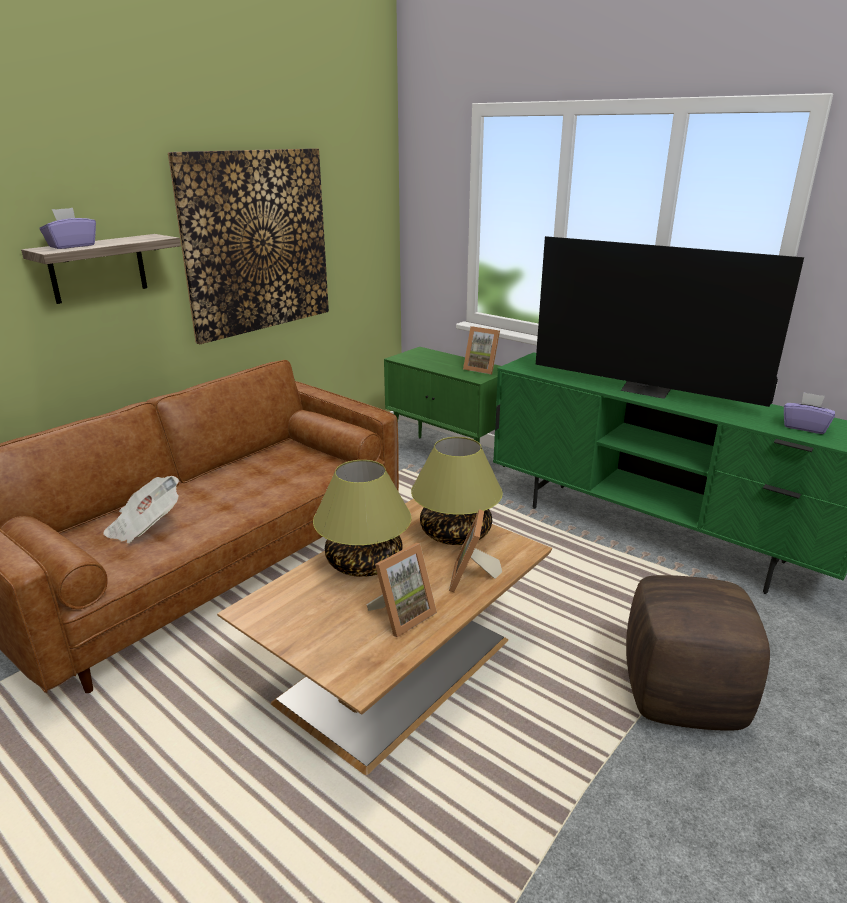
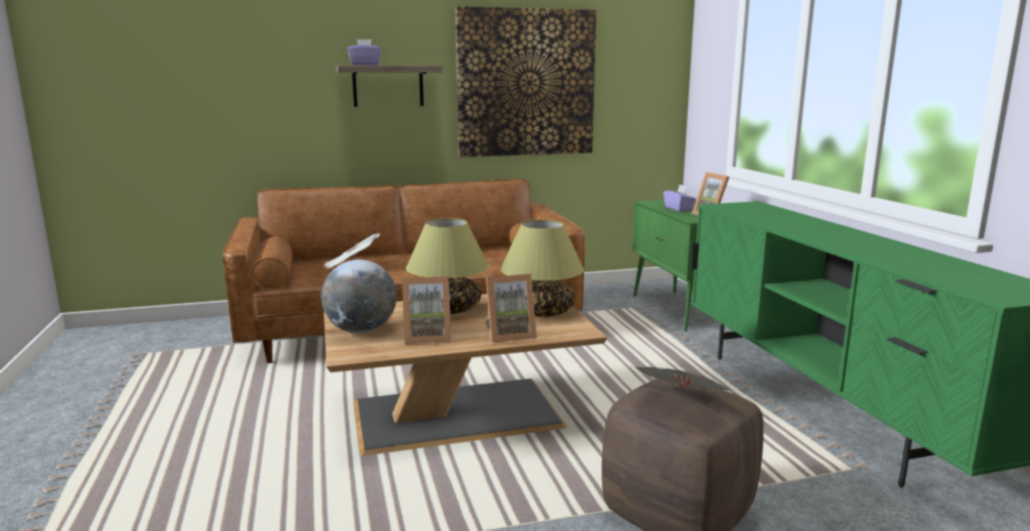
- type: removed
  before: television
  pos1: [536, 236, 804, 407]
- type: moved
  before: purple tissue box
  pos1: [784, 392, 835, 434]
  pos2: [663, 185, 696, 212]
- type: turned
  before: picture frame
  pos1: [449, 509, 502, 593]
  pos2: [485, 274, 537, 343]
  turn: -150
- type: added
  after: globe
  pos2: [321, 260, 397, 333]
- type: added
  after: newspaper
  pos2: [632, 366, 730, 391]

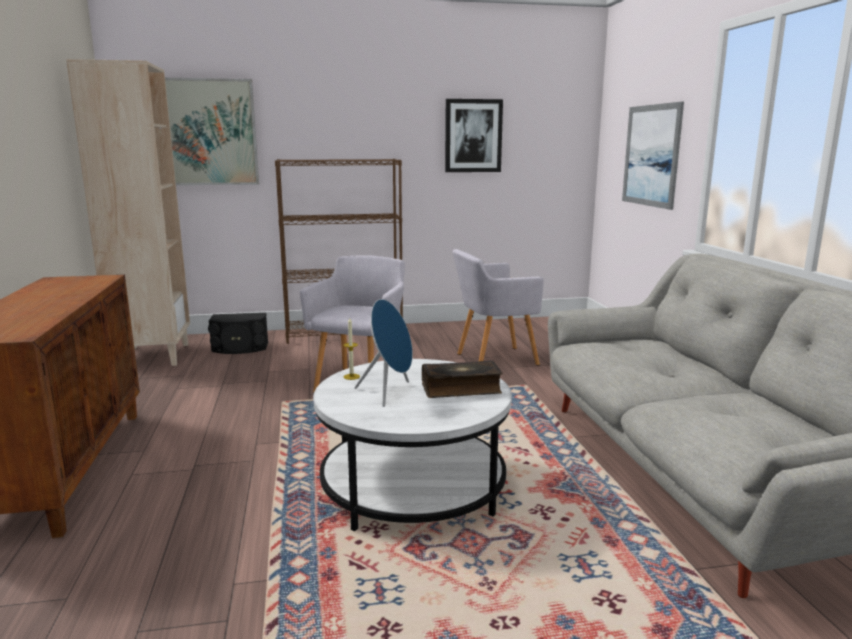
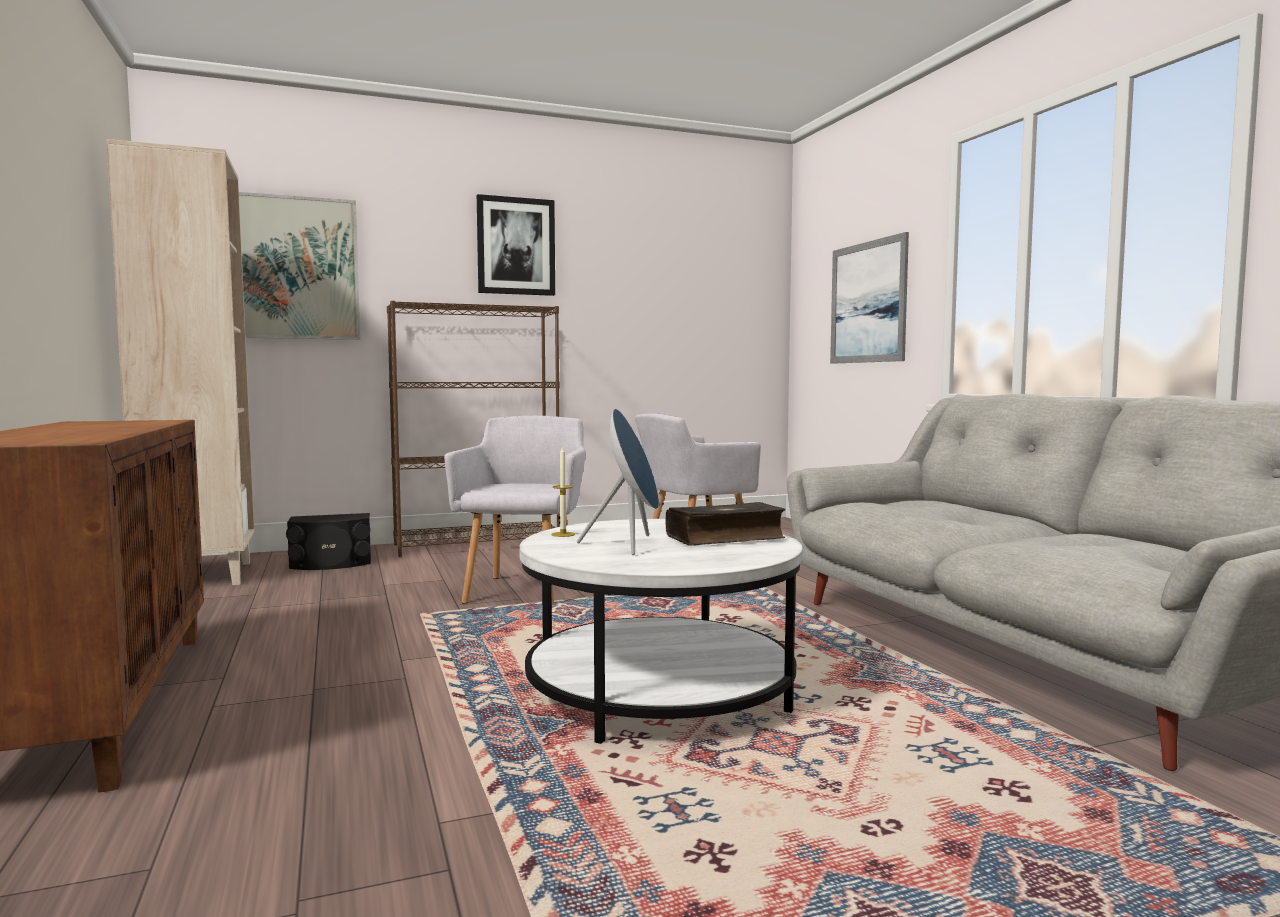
- type: moved
  before: picture
  pos1: [445, 99, 503, 172]
  pos2: [477, 194, 555, 296]

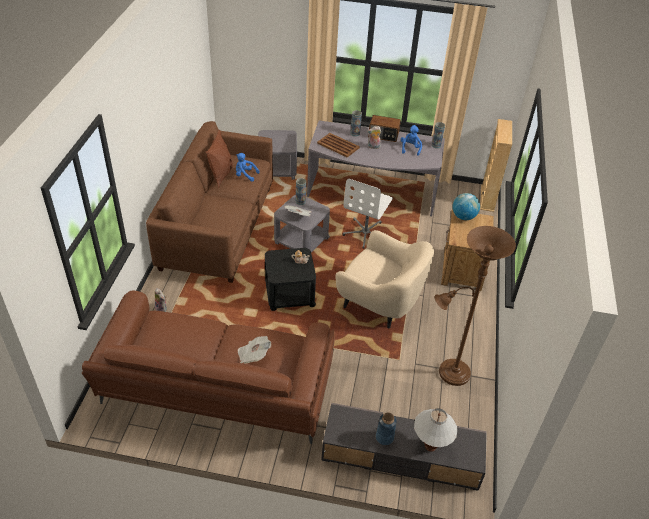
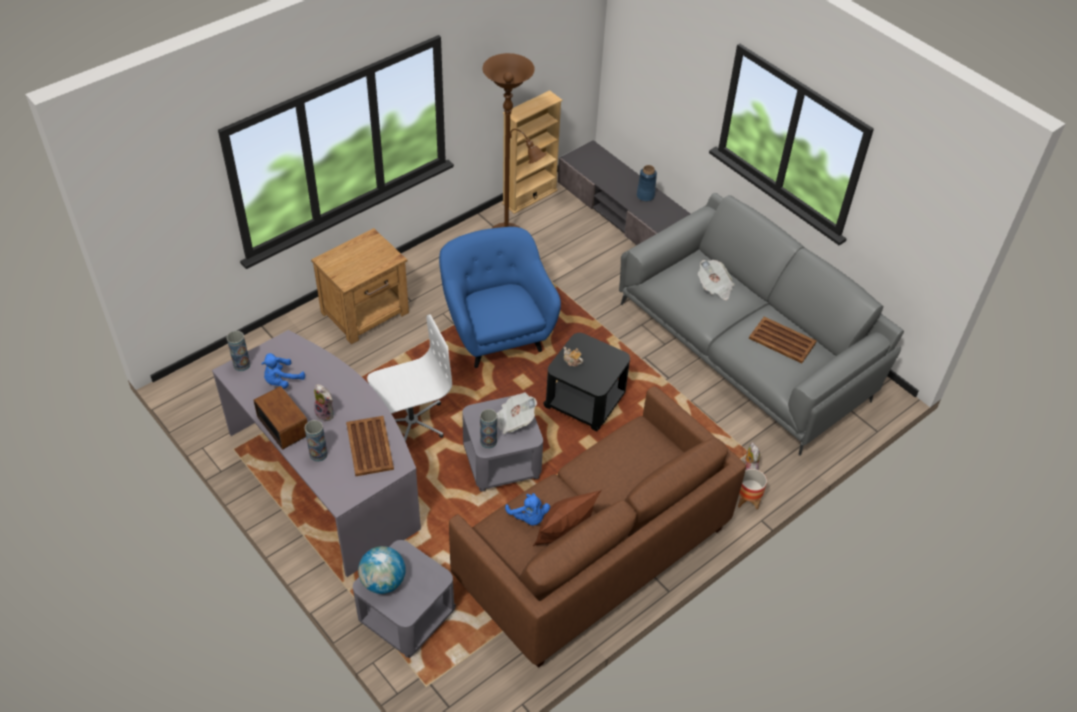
- type: moved
  before: beige bookcase
  pos1: [480, 119, 512, 212]
  pos2: [502, 90, 563, 214]
- type: moved
  before: globe
  pos1: [452, 193, 480, 220]
  pos2: [358, 546, 406, 594]
- type: recoloured
  before: beige armchair
  after: blue armchair
  pos1: [336, 230, 434, 329]
  pos2: [439, 227, 561, 368]
- type: recoloured
  before: brown sofa
  after: grey sofa
  pos1: [82, 291, 335, 444]
  pos2: [619, 193, 904, 456]
- type: removed
  before: white table lamp
  pos1: [414, 408, 457, 452]
- type: added
  after: brown tray
  pos2: [749, 317, 816, 363]
- type: added
  after: planter
  pos2: [738, 469, 767, 509]

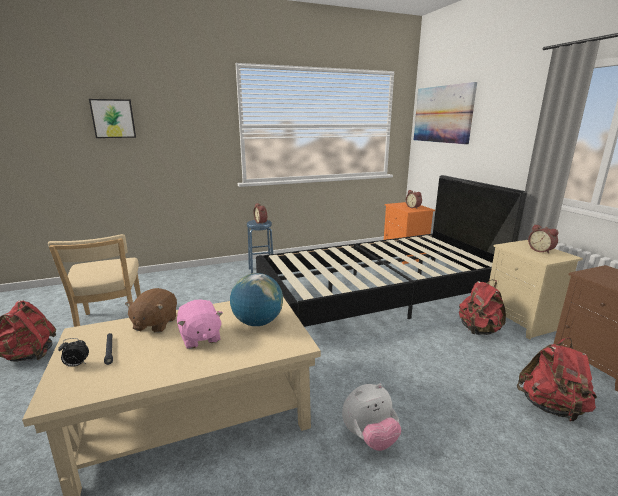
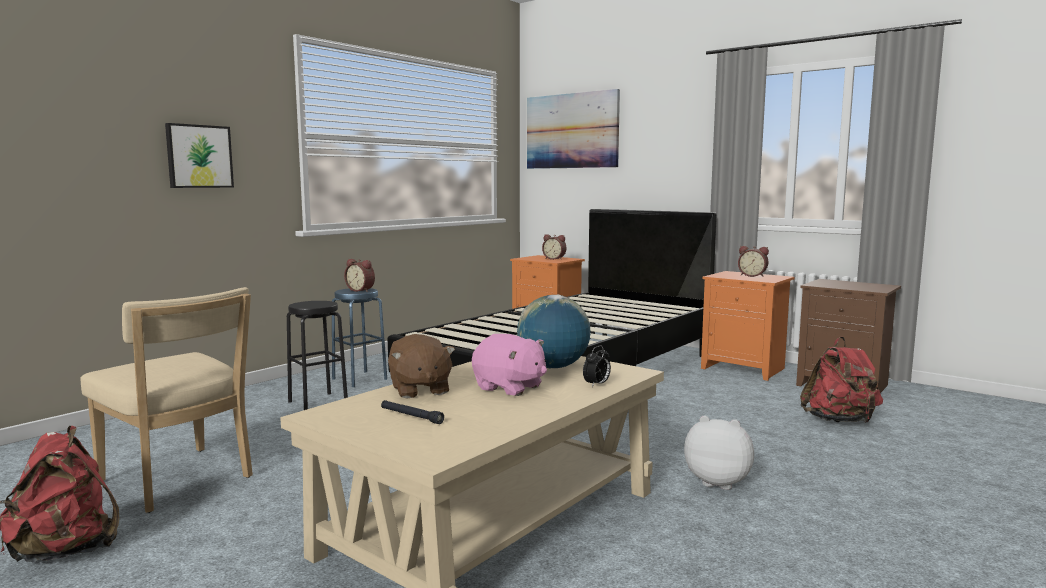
- type: moved
  before: picture
  pos1: [89, 99, 136, 138]
  pos2: [165, 123, 234, 188]
- type: recoloured
  before: beige nightstand
  after: orange nightstand
  pos1: [489, 240, 583, 340]
  pos2: [701, 271, 795, 381]
- type: removed
  before: red backpack
  pos1: [459, 280, 506, 335]
- type: moved
  before: alarm clock
  pos1: [58, 338, 89, 367]
  pos2: [583, 346, 611, 387]
- type: turned
  before: plush toy
  pos1: [342, 383, 401, 451]
  pos2: [684, 416, 754, 490]
  turn: -105
- type: added
  after: black stool
  pos2: [287, 301, 348, 410]

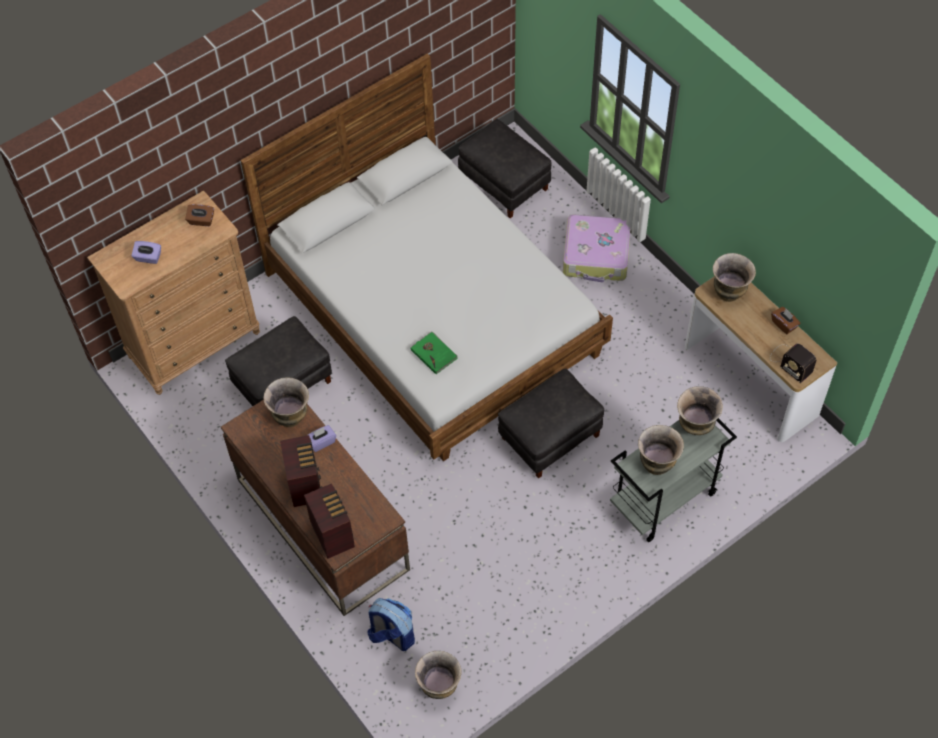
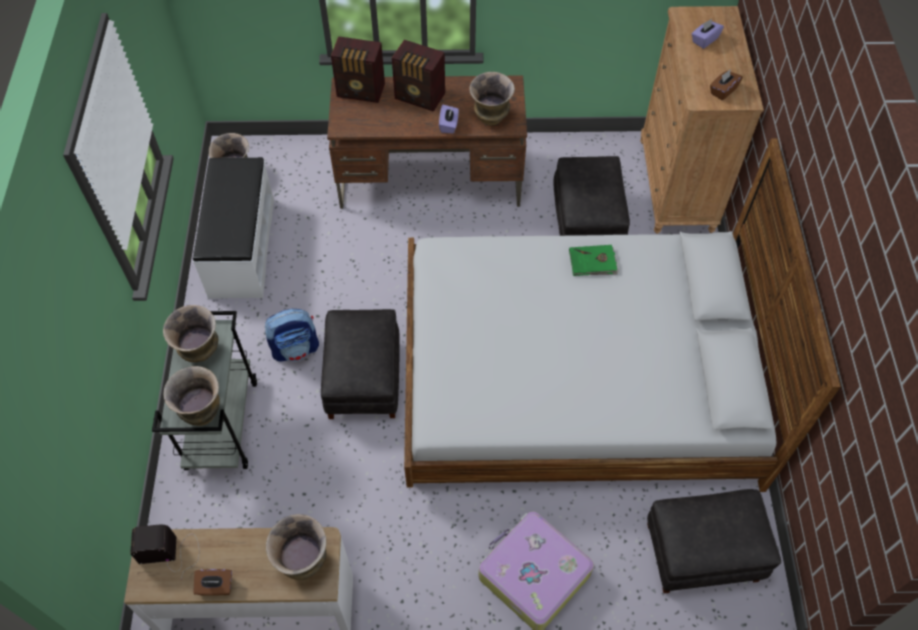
- type: moved
  before: green book
  pos1: [410, 331, 458, 374]
  pos2: [569, 245, 619, 276]
- type: moved
  before: backpack
  pos1: [367, 598, 415, 651]
  pos2: [265, 309, 319, 362]
- type: added
  after: white bench
  pos2: [193, 157, 274, 299]

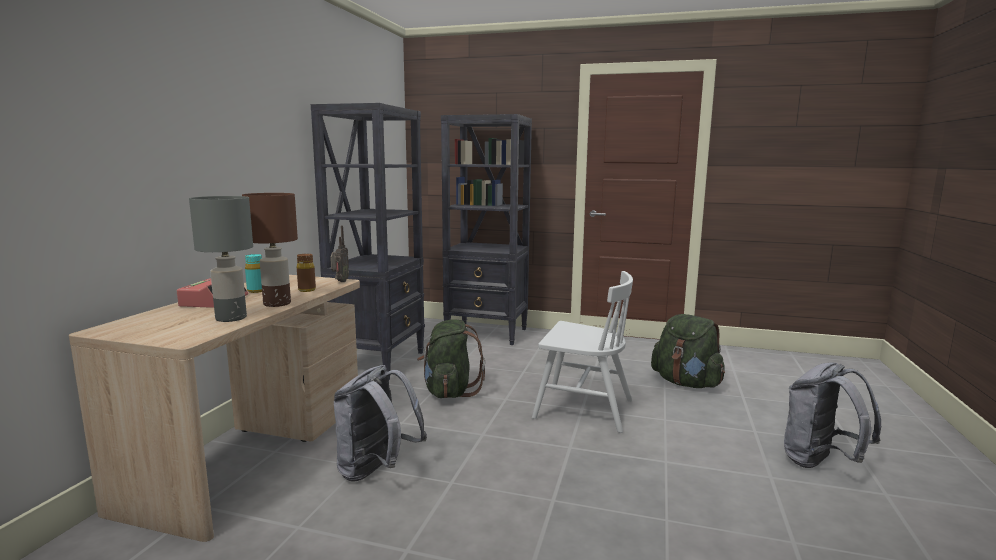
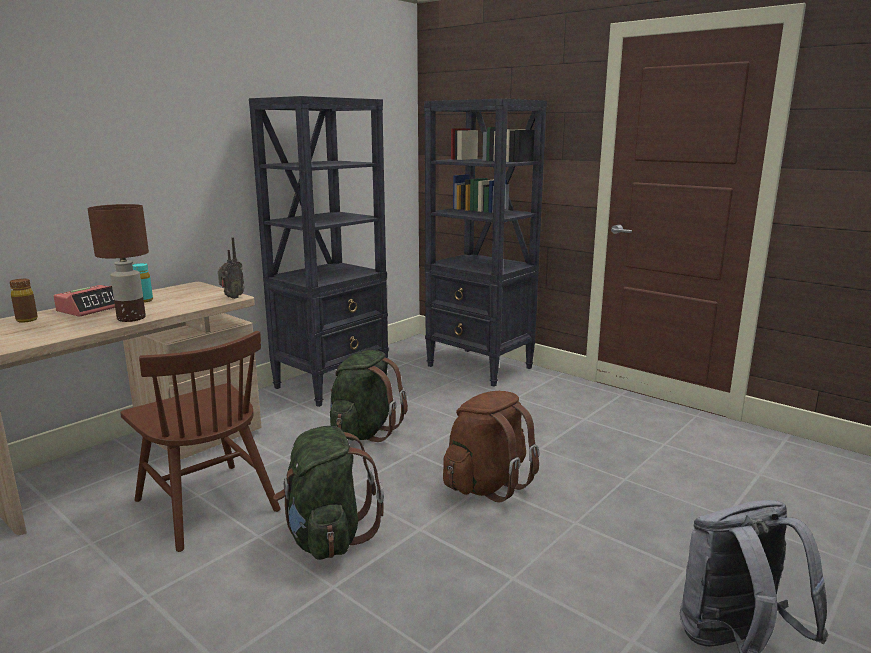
- type: removed
  before: grey table lamp
  pos1: [189, 196, 253, 322]
- type: moved
  before: brown bottle
  pos1: [297, 254, 316, 292]
  pos2: [10, 279, 38, 323]
- type: replaced
  before: white chair
  after: brown backpack
  pos1: [532, 271, 633, 433]
  pos2: [443, 391, 539, 503]
- type: moved
  before: green backpack
  pos1: [651, 314, 725, 388]
  pos2: [273, 426, 384, 560]
- type: replaced
  before: grey backpack
  after: brown chair
  pos1: [334, 365, 427, 482]
  pos2: [120, 331, 281, 552]

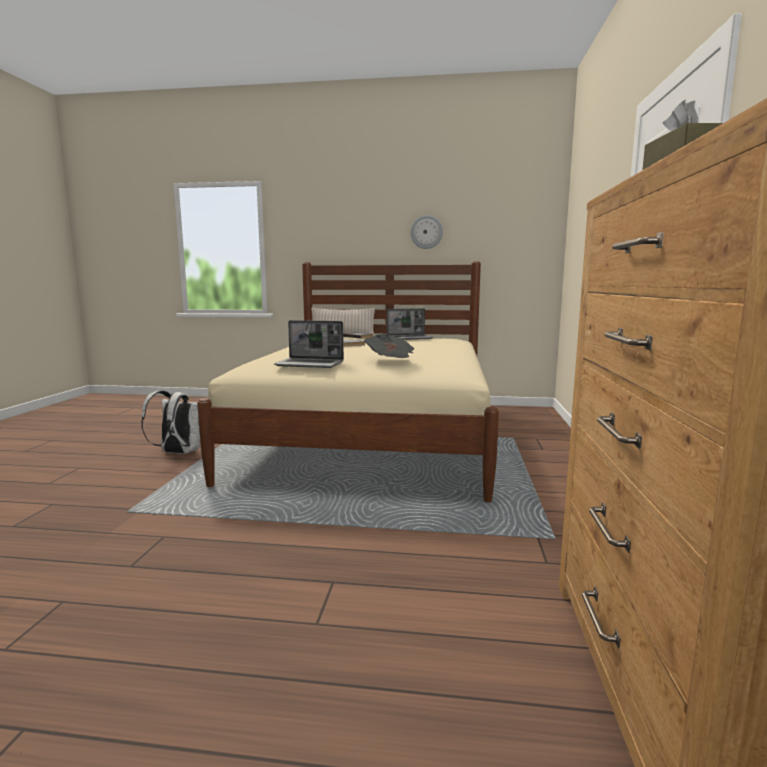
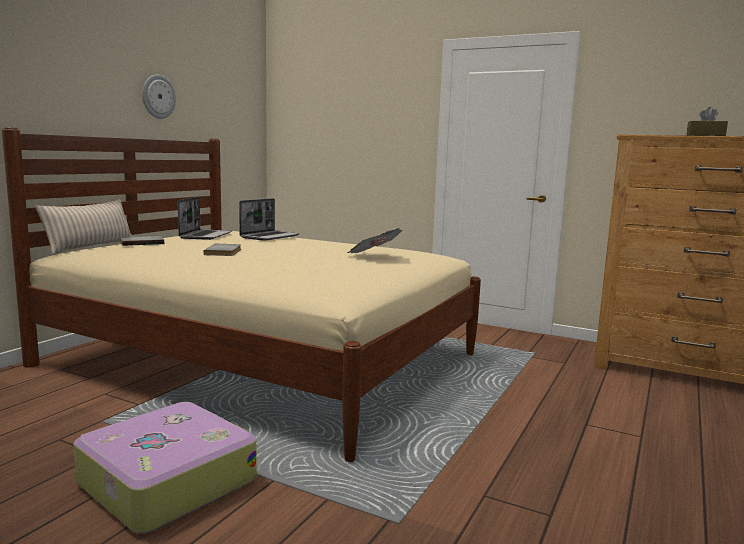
- type: moved
  before: laptop
  pos1: [274, 320, 344, 368]
  pos2: [239, 198, 300, 241]
- type: replaced
  before: white backpack
  after: suitcase
  pos1: [141, 390, 200, 454]
  pos2: [73, 402, 257, 534]

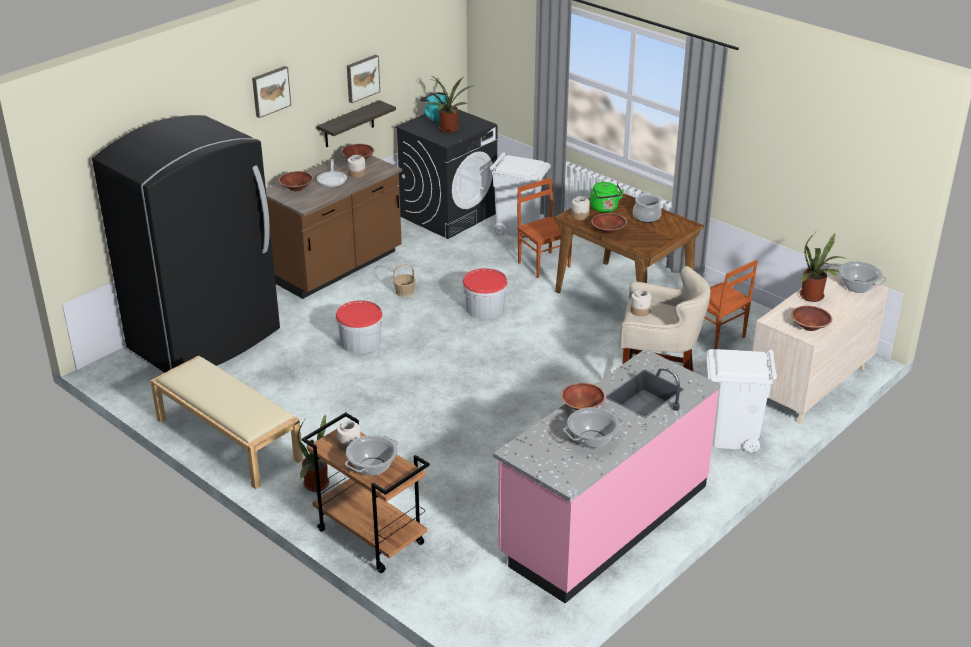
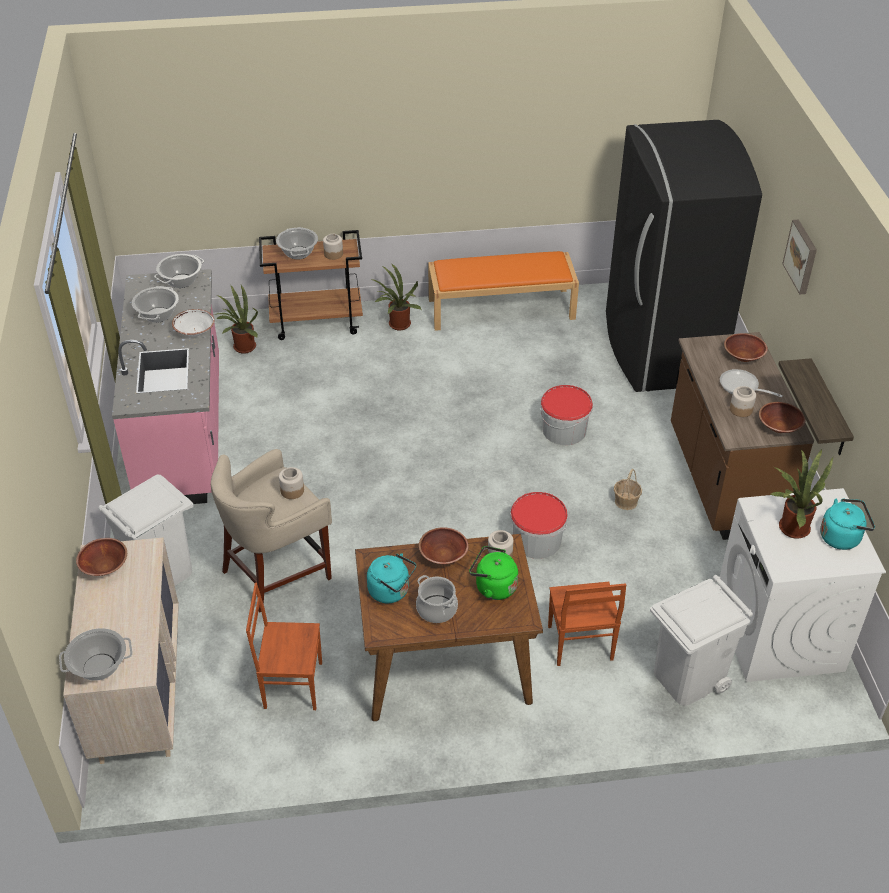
- type: removed
  before: picture
  pos1: [347, 55, 380, 103]
- type: recoloured
  before: black washing machine
  after: white washing machine
  pos1: [395, 109, 497, 239]
  pos2: [718, 488, 886, 682]
- type: turned
  before: brown chair
  pos1: [517, 178, 573, 278]
  pos2: [548, 582, 626, 666]
  turn: 75
- type: moved
  before: potted plant
  pos1: [800, 233, 845, 302]
  pos2: [216, 285, 258, 354]
- type: recoloured
  before: beige bench
  after: orange bench
  pos1: [150, 355, 303, 489]
  pos2: [428, 251, 579, 331]
- type: recoloured
  before: brown bowl
  after: white bowl
  pos1: [561, 383, 606, 410]
  pos2: [172, 309, 215, 337]
- type: added
  after: cooking pot
  pos2: [154, 254, 204, 288]
- type: added
  after: turquoise kettle
  pos2: [367, 553, 416, 603]

